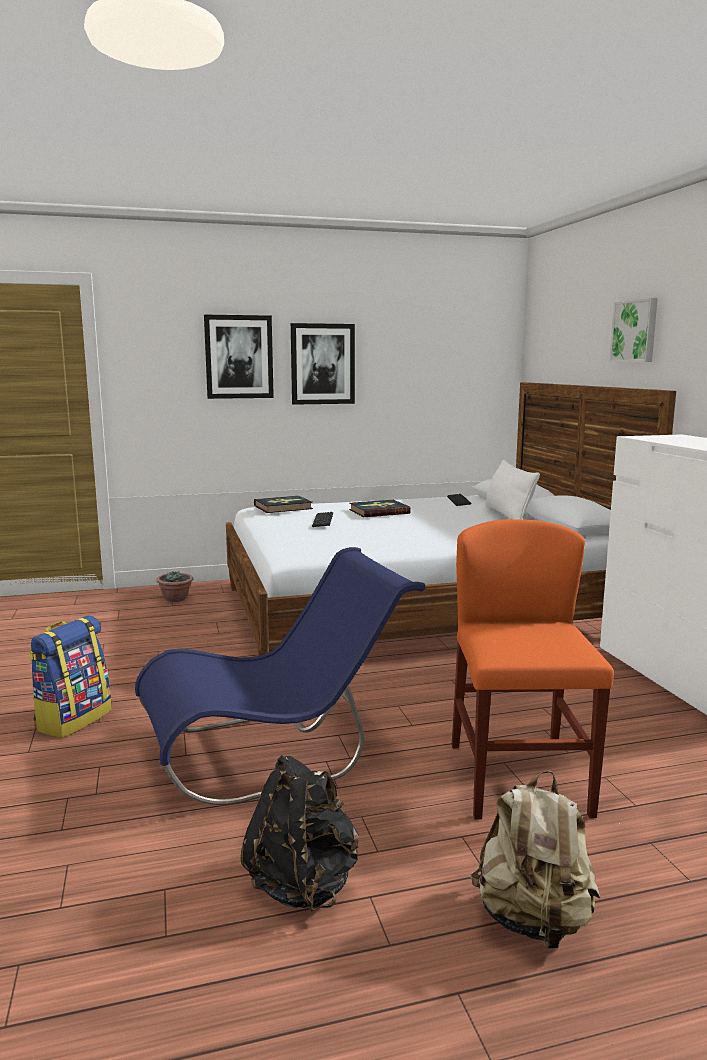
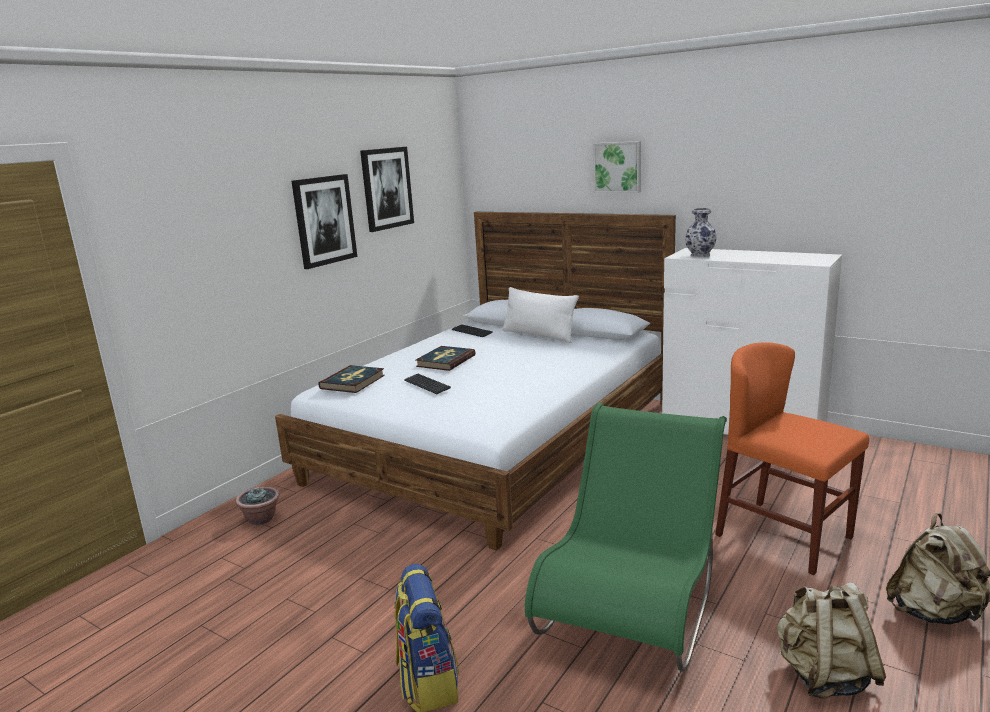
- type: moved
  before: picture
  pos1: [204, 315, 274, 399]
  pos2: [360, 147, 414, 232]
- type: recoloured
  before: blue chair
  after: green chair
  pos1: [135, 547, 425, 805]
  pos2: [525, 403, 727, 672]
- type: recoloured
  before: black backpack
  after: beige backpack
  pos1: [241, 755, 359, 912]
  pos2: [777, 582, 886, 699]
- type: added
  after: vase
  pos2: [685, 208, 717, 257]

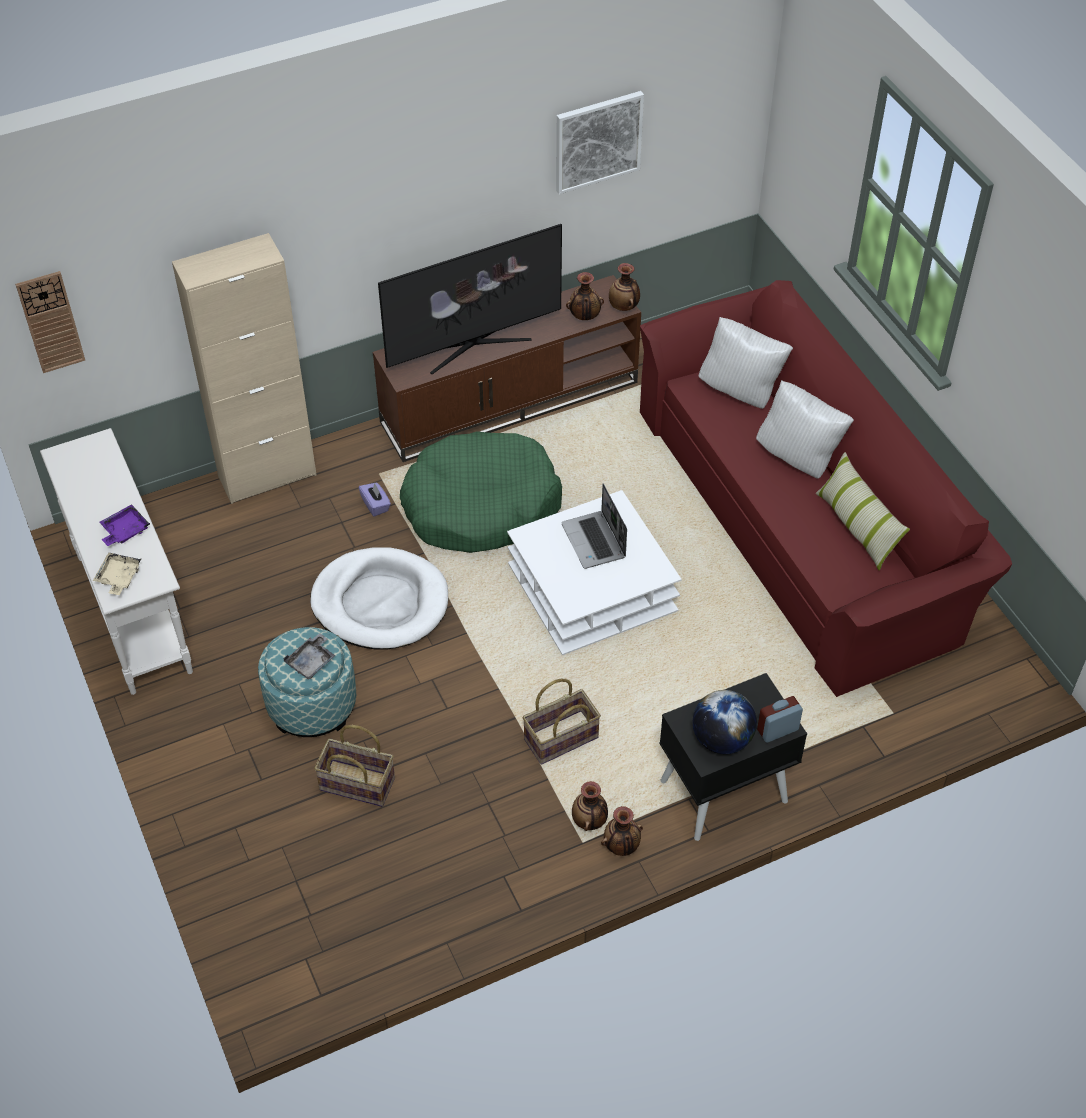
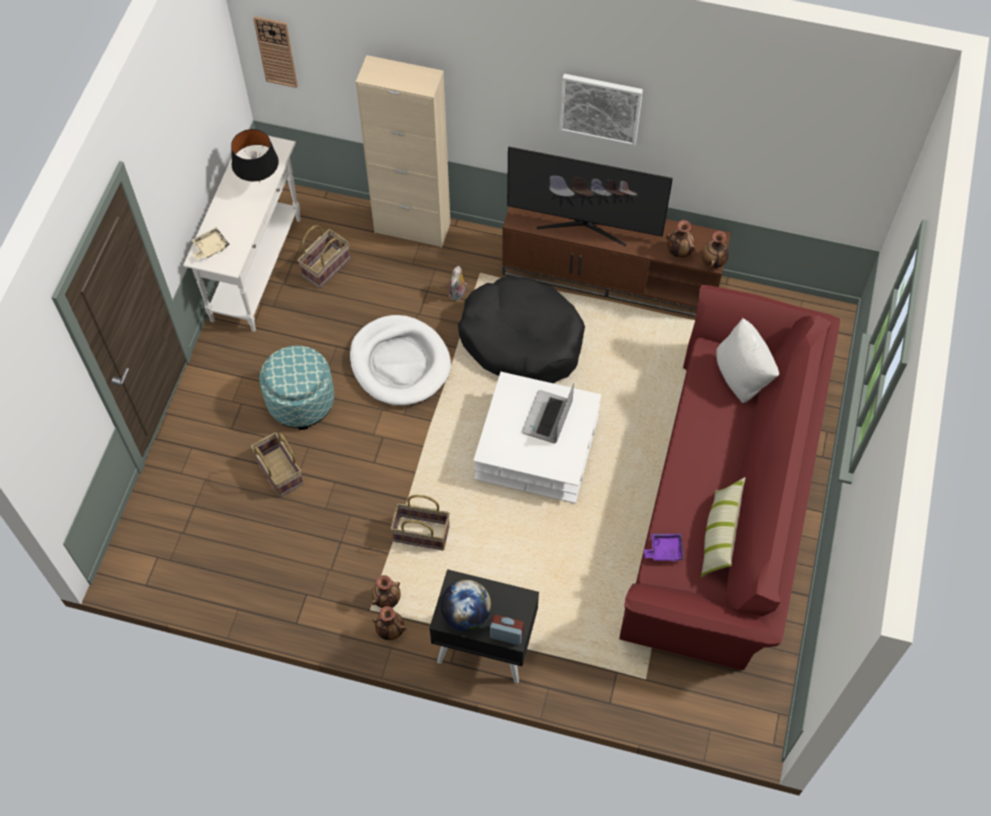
- type: moved
  before: picture
  pos1: [556, 91, 644, 194]
  pos2: [559, 74, 643, 146]
- type: removed
  before: white pillow
  pos1: [756, 380, 854, 479]
- type: recoloured
  before: green dog bed
  after: black dog bed
  pos1: [400, 431, 562, 553]
  pos2: [458, 276, 585, 383]
- type: replaced
  before: purple tissue box
  after: plush toy
  pos1: [359, 482, 391, 517]
  pos2: [449, 266, 467, 301]
- type: moved
  before: purple tray
  pos1: [100, 504, 150, 546]
  pos2: [644, 534, 684, 562]
- type: removed
  before: grey tray
  pos1: [283, 633, 335, 680]
- type: added
  after: black table lamp
  pos2: [231, 129, 279, 183]
- type: added
  after: basket
  pos2: [297, 225, 351, 288]

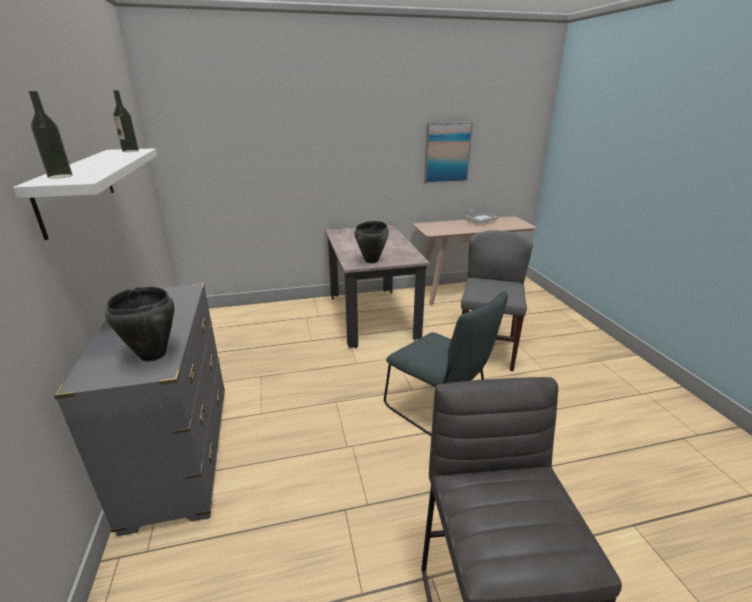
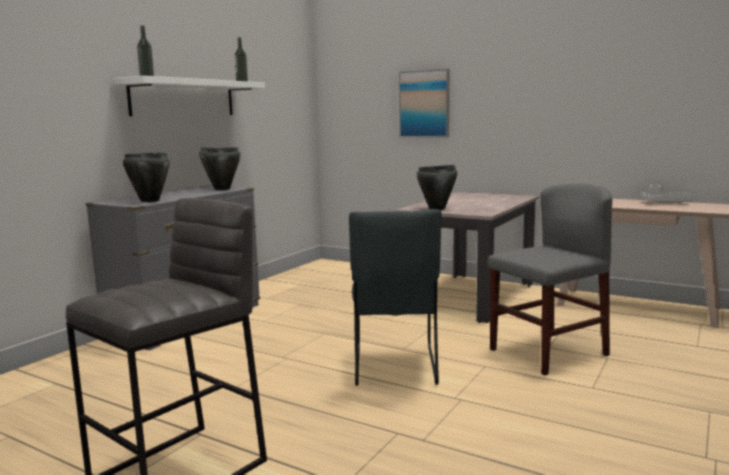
- type: moved
  before: picture
  pos1: [424, 122, 473, 184]
  pos2: [399, 69, 449, 137]
- type: added
  after: black cooking pot
  pos2: [199, 147, 241, 190]

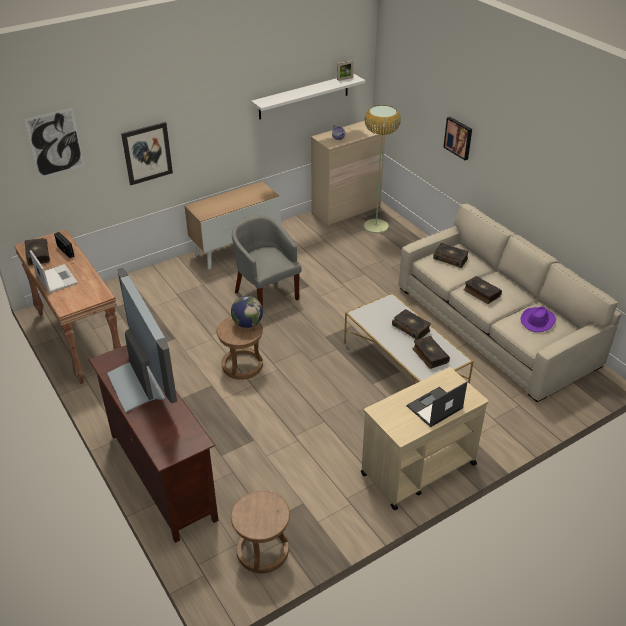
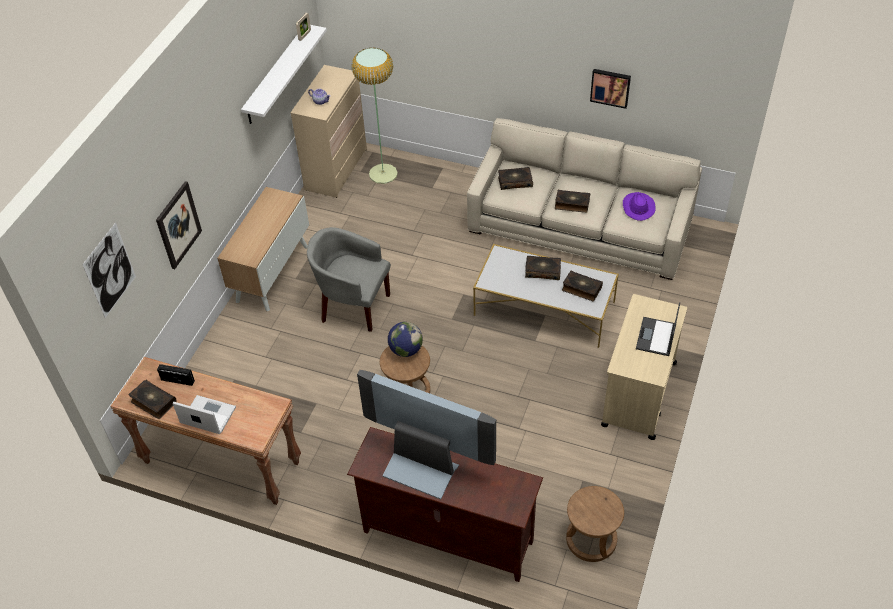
- type: moved
  before: picture
  pos1: [443, 117, 472, 160]
  pos2: [590, 69, 631, 109]

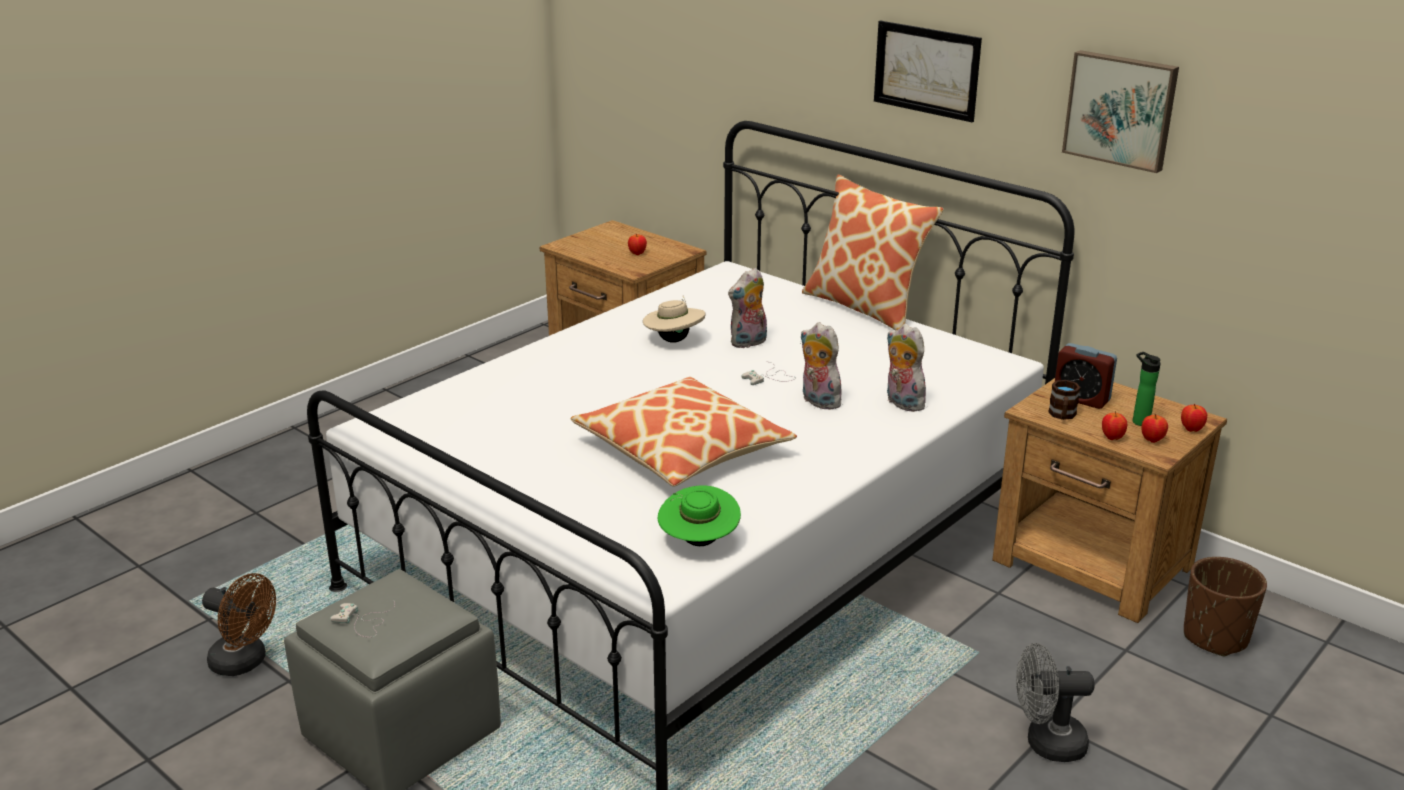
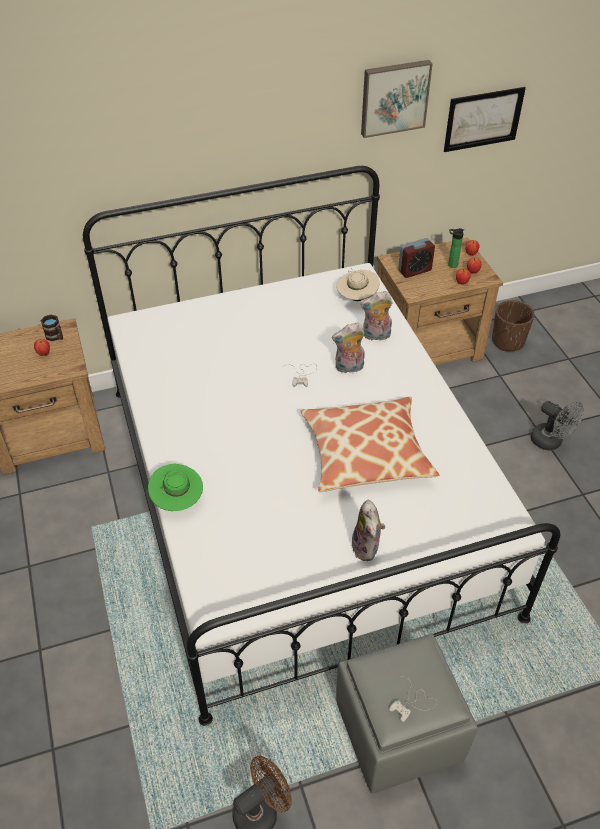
- type: moved
  before: picture
  pos1: [874, 21, 982, 122]
  pos2: [444, 87, 526, 152]
- type: removed
  before: pillow
  pos1: [802, 175, 944, 330]
- type: moved
  before: plush toy
  pos1: [728, 268, 767, 349]
  pos2: [352, 499, 385, 561]
- type: moved
  before: beige hat
  pos1: [643, 296, 705, 343]
  pos2: [336, 268, 380, 301]
- type: moved
  before: brown mug
  pos1: [1048, 380, 1081, 420]
  pos2: [41, 315, 63, 341]
- type: moved
  before: green hat
  pos1: [658, 486, 741, 546]
  pos2: [148, 464, 203, 511]
- type: turned
  before: grey fan
  pos1: [1016, 643, 1094, 762]
  pos2: [530, 401, 584, 450]
  turn: -75

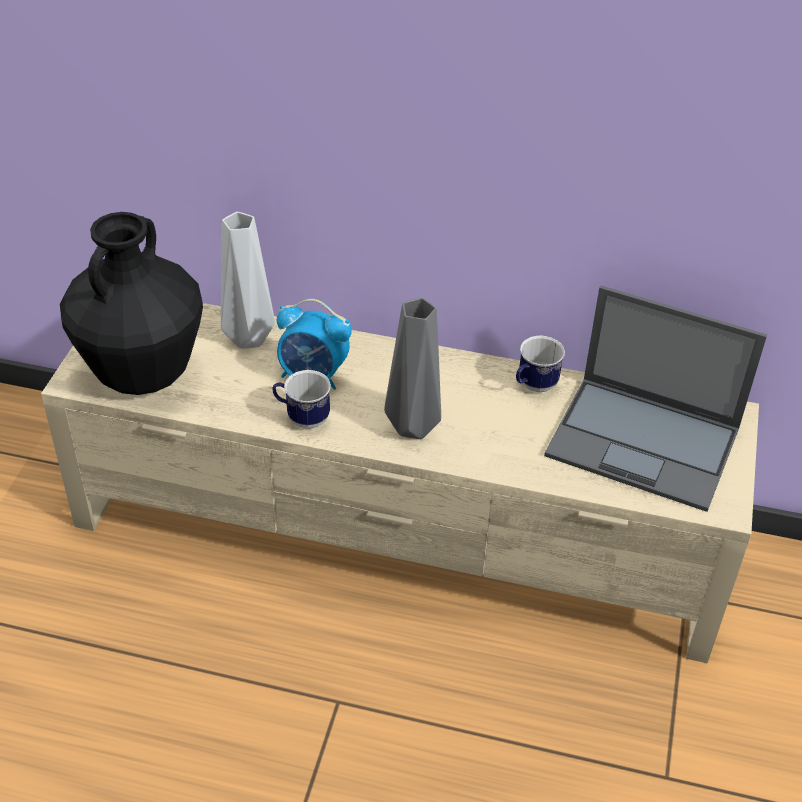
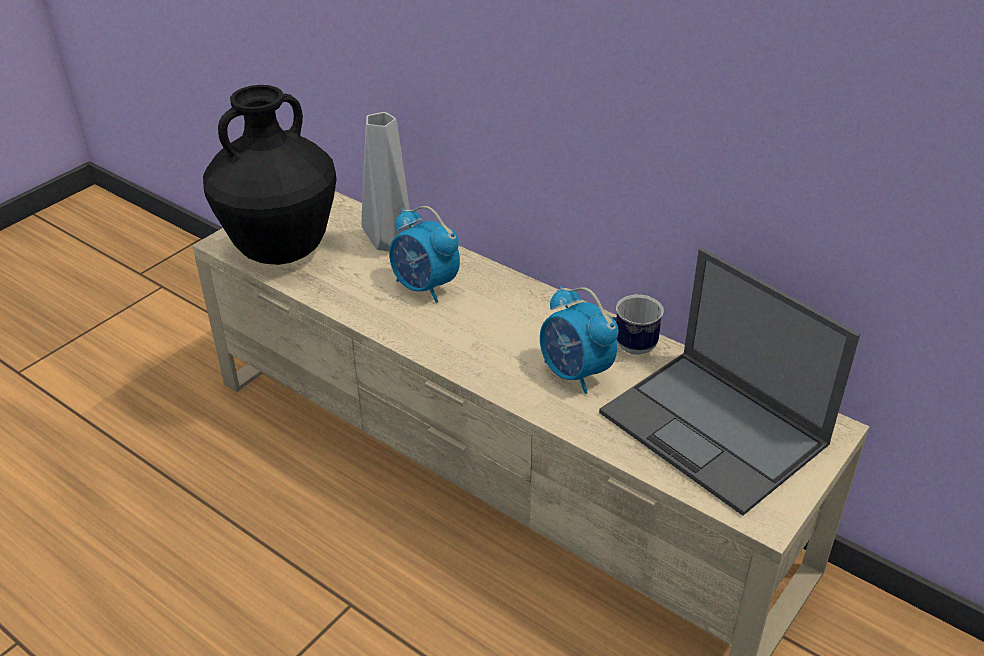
- type: removed
  before: grey vase
  pos1: [384, 298, 441, 439]
- type: removed
  before: mug
  pos1: [272, 370, 331, 429]
- type: added
  after: alarm clock
  pos2: [540, 286, 619, 394]

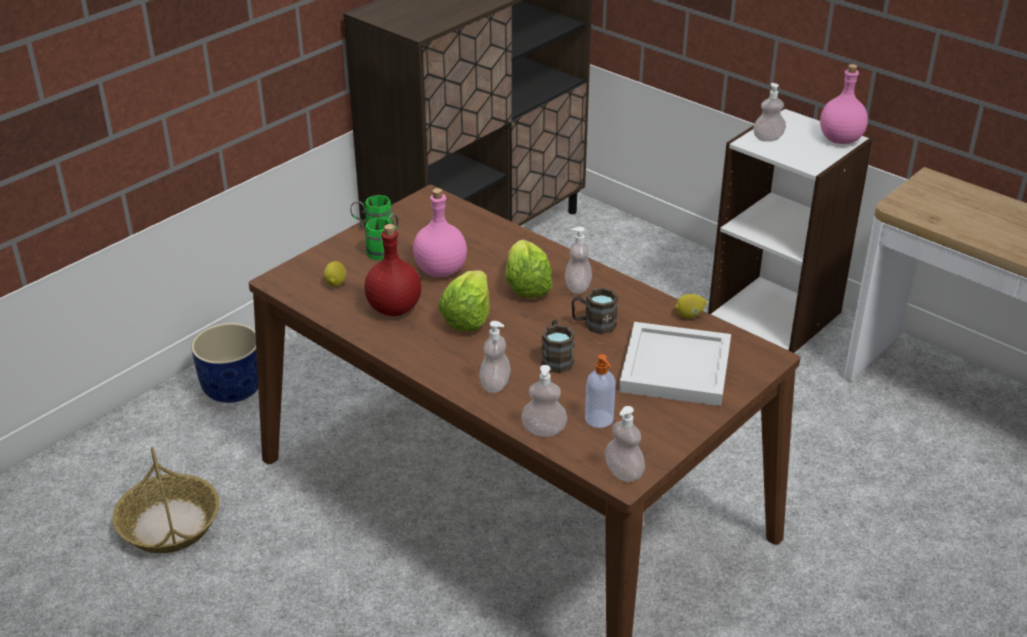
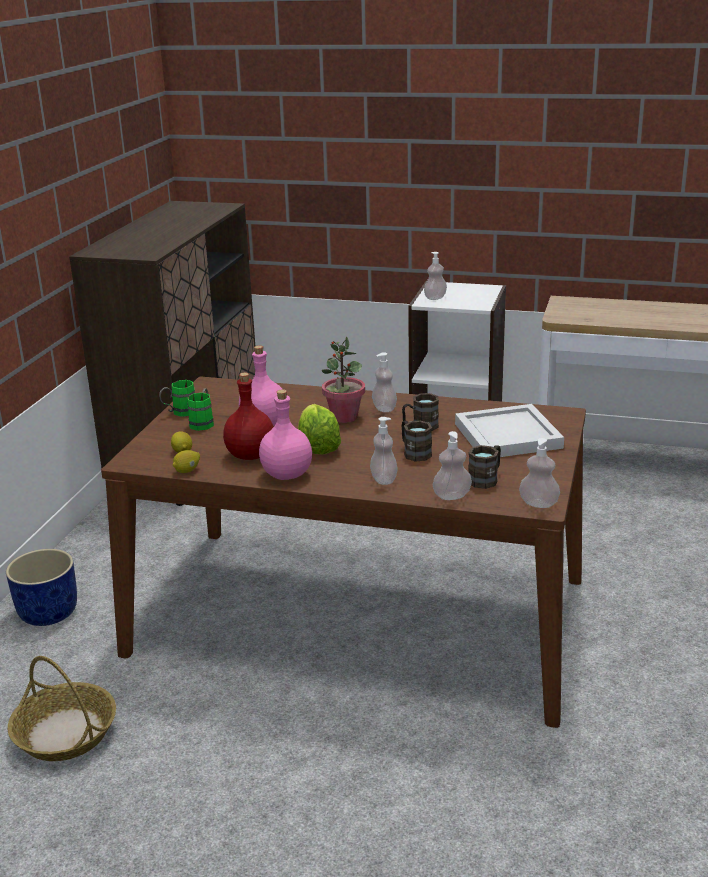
- type: moved
  before: pink bottle
  pos1: [820, 64, 868, 144]
  pos2: [259, 389, 312, 480]
- type: replaced
  before: lettuce
  after: potted plant
  pos1: [506, 239, 553, 298]
  pos2: [322, 336, 365, 423]
- type: moved
  before: lemon
  pos1: [675, 294, 707, 318]
  pos2: [173, 450, 200, 473]
- type: replaced
  before: soap dispenser
  after: brown mug
  pos1: [585, 354, 616, 428]
  pos2: [468, 445, 501, 489]

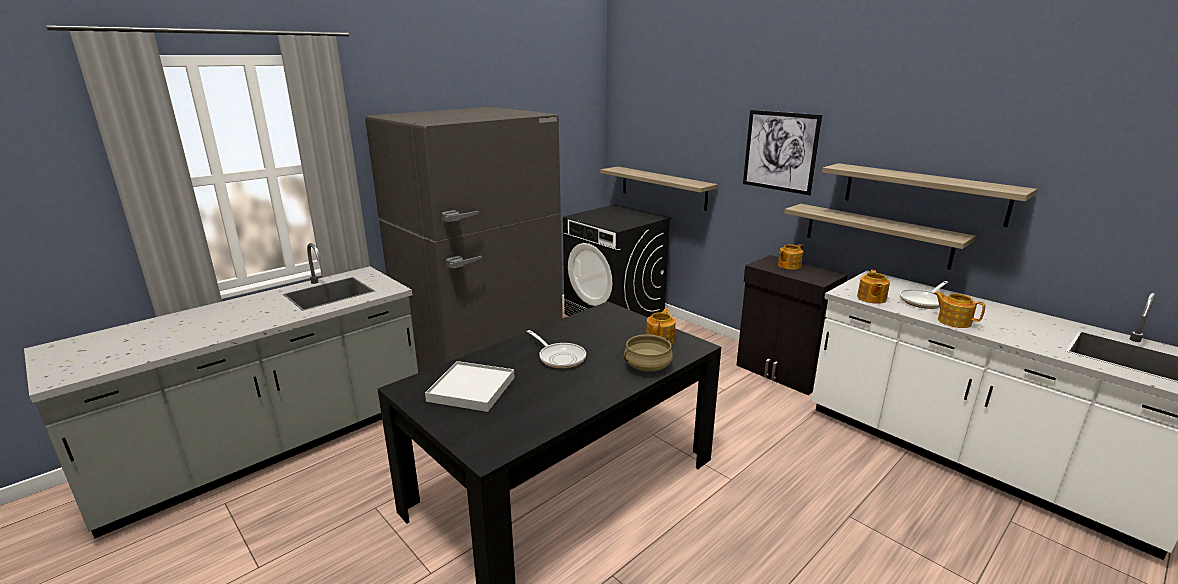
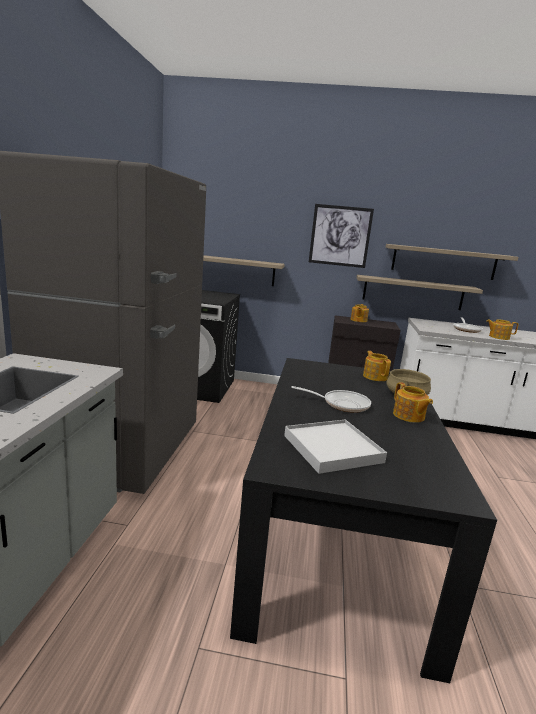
- type: moved
  before: teapot
  pos1: [857, 270, 890, 304]
  pos2: [393, 382, 433, 423]

